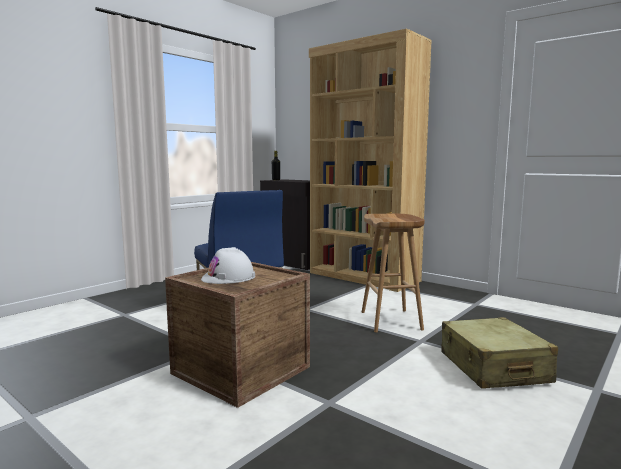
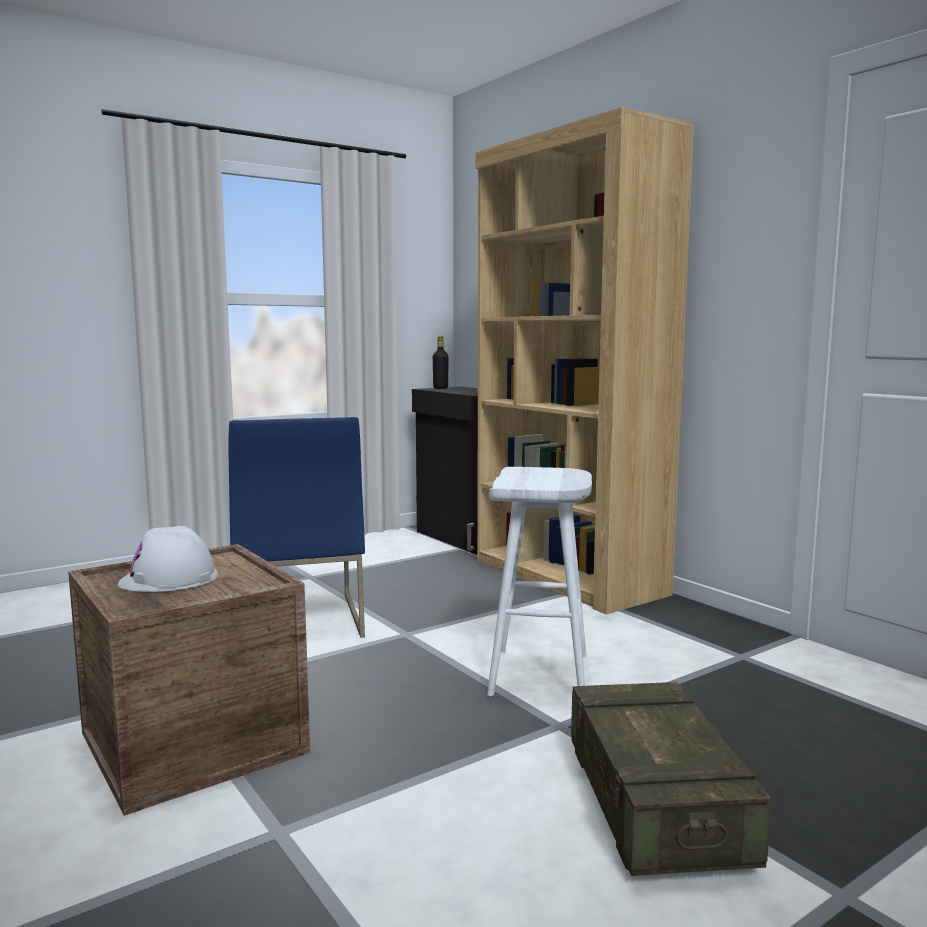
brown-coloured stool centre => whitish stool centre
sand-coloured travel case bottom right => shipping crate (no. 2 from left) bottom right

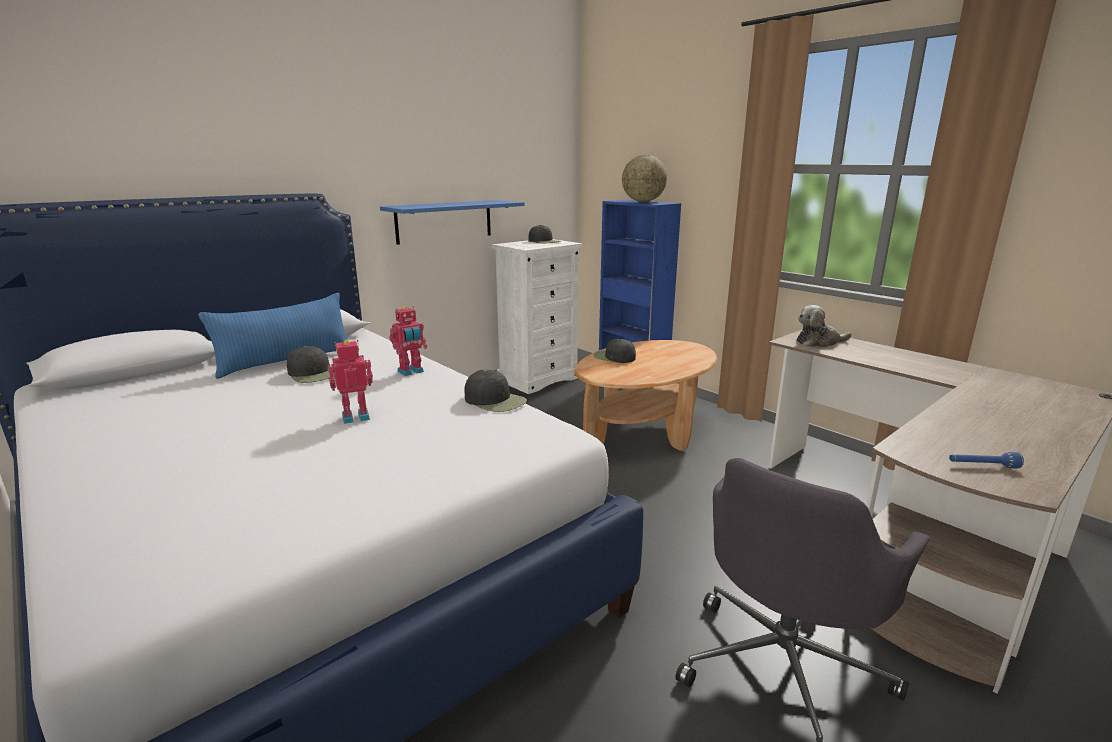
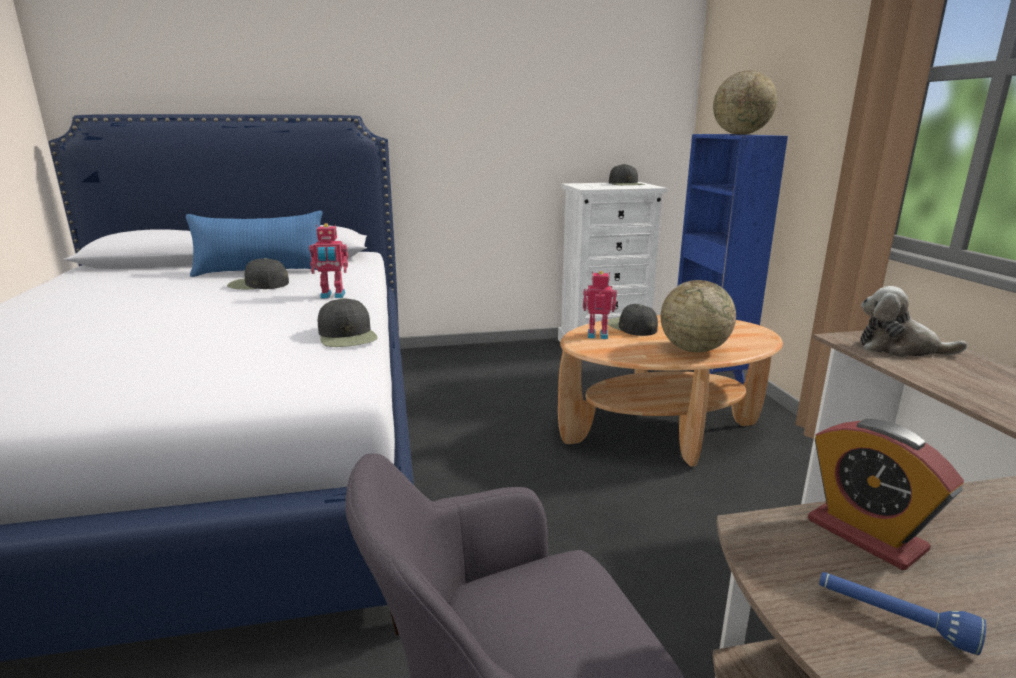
blackish baseball cap (no. 1 from left) middle left, 105 degrees clockwise
model robot (no. 1 from left in the first image) middle left => model robot (no. 2 from left) centre, shifted
bluish shelf top centre => nothing
nothing => world globe (no. 1 from left) middle right
nothing => bedside clock bottom right

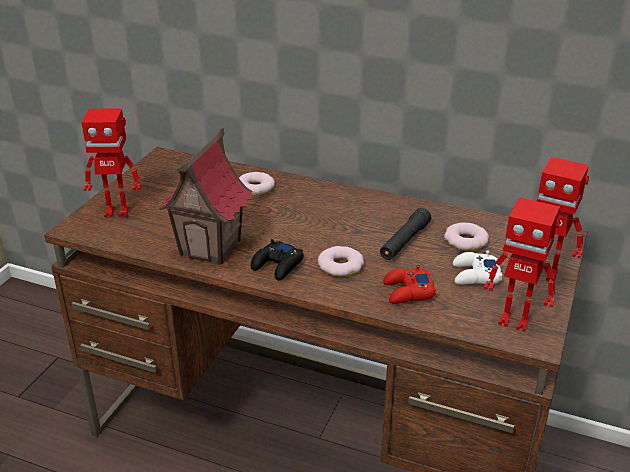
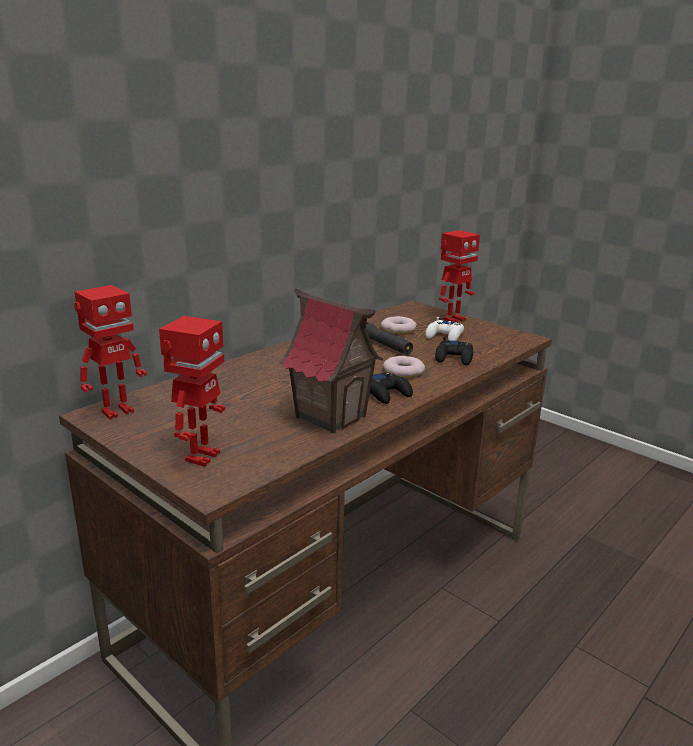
donut (no. 1 from left) centre => nothing
red game controller centre => blackish game controller (no. 2 from left) centre
model robot (no. 2 from left in the first image) middle right => model robot (no. 1 from left) middle left, shifted

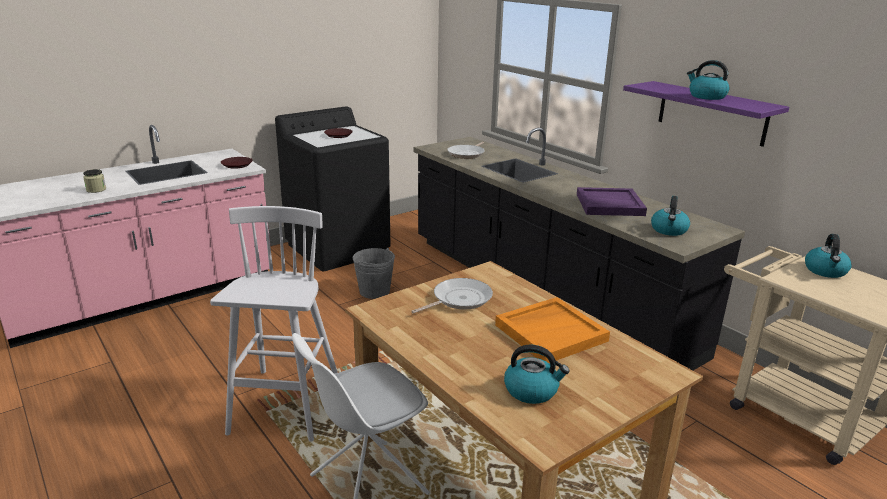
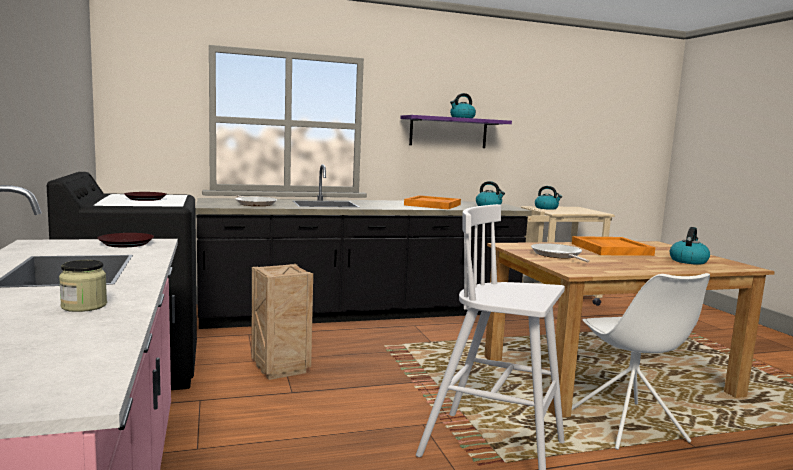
grey pail centre => shipping crate bottom centre
purplish serving tray middle right => orange serving tray (no. 1 from left) centre

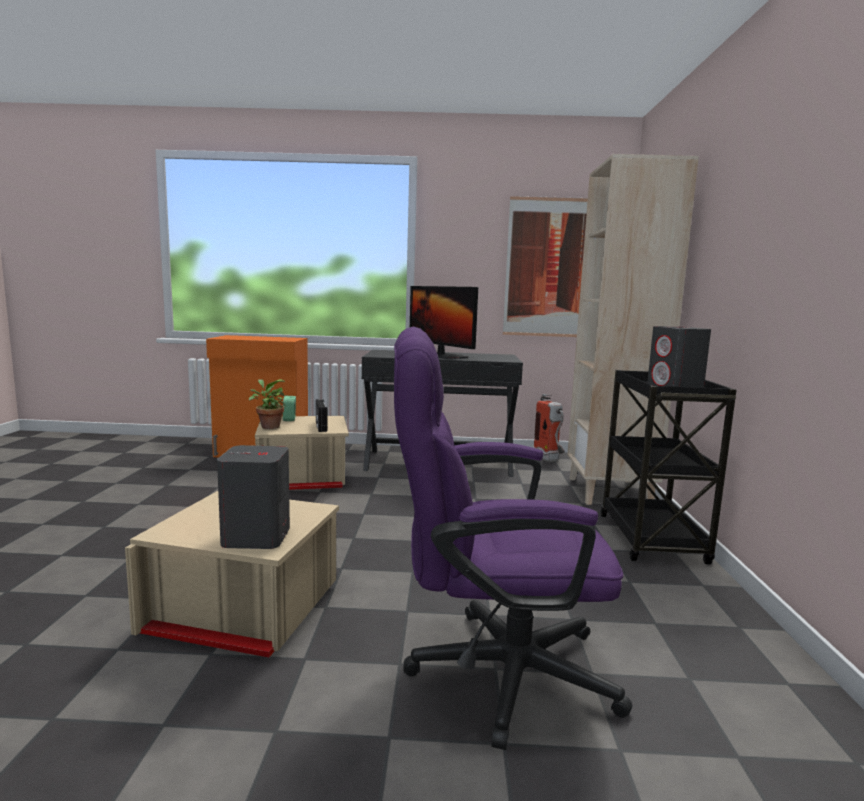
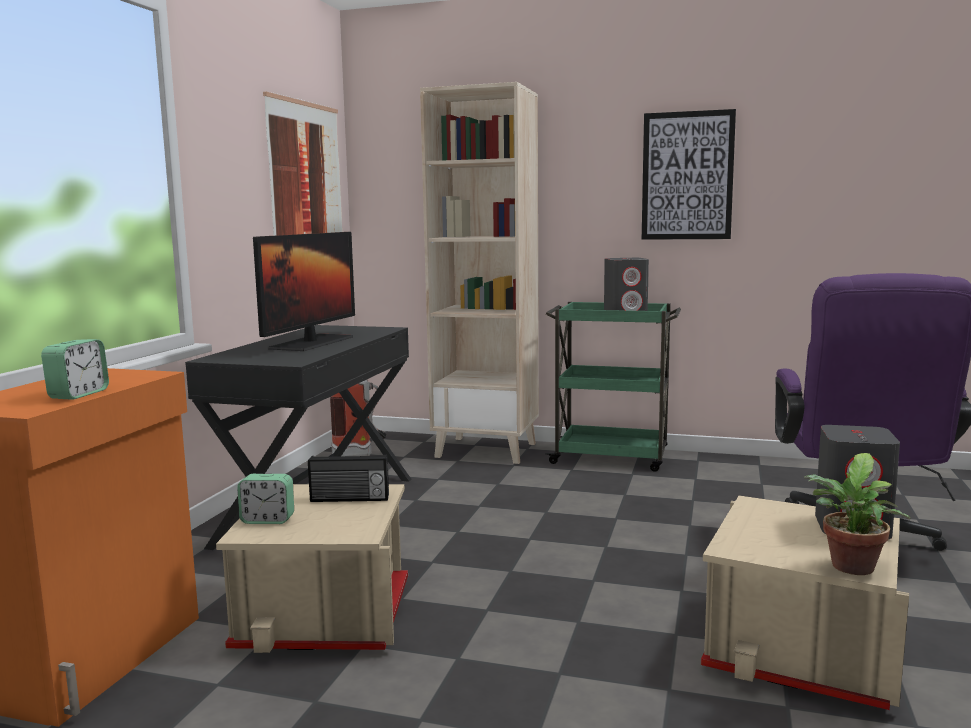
potted plant middle left => potted plant bottom right, shifted
monitor centre => monitor middle left, 45 degrees counterclockwise
blackish wheeled cart middle right => greenish wheeled cart centre
nothing => bedside clock (no. 1 from left) middle left
nothing => wall picture (no. 2 from left) top right

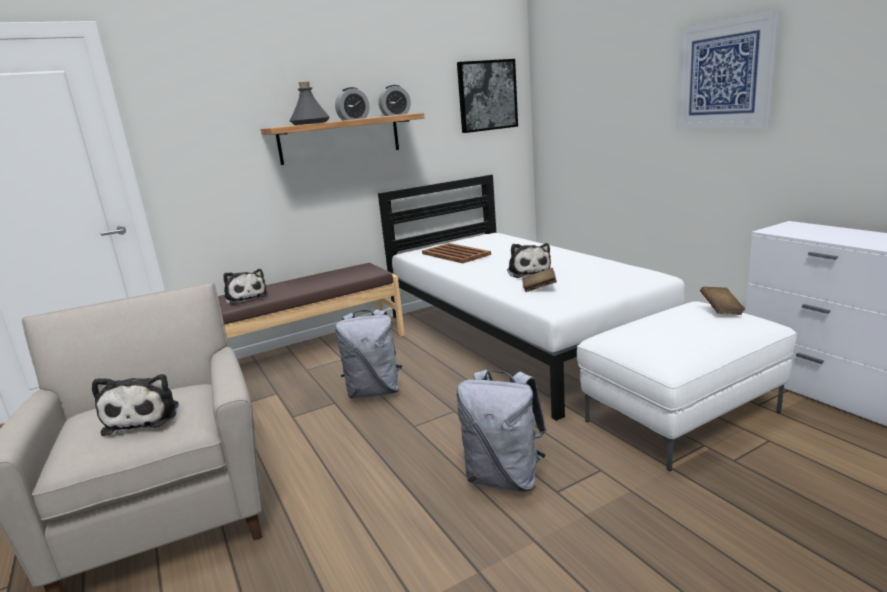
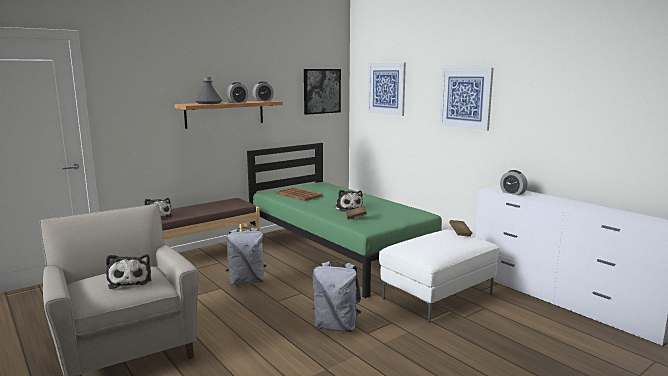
whitish bedroom bed centre => greenish bedroom bed centre
nothing => wall picture (no. 2 from left) top centre
nothing => bedside clock (no. 3 from left) middle right

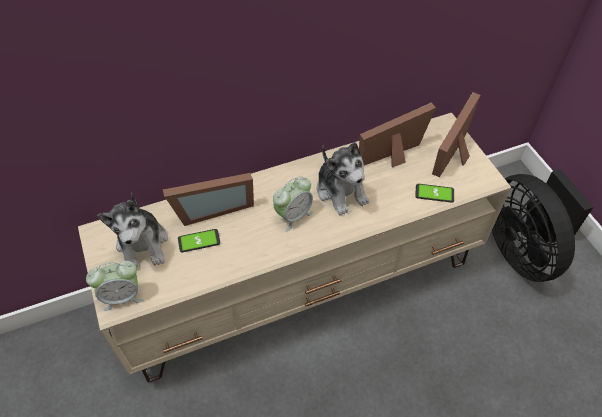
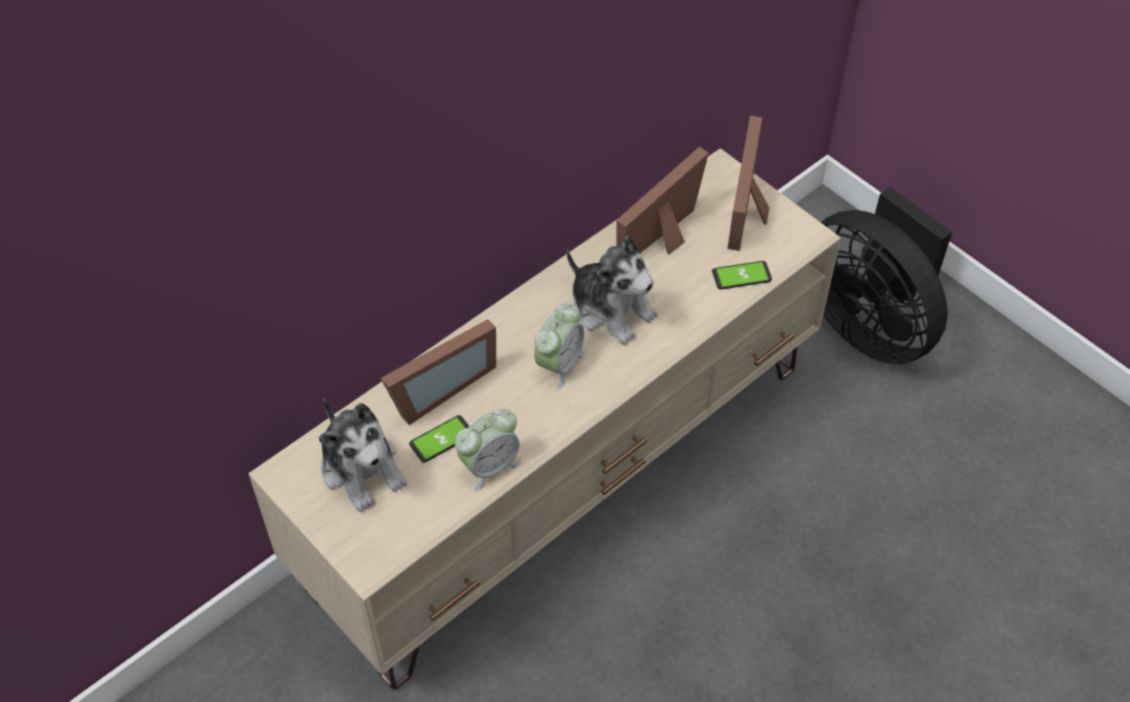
bedside clock (no. 1 from left) bottom left => bedside clock (no. 1 from left) centre, shifted

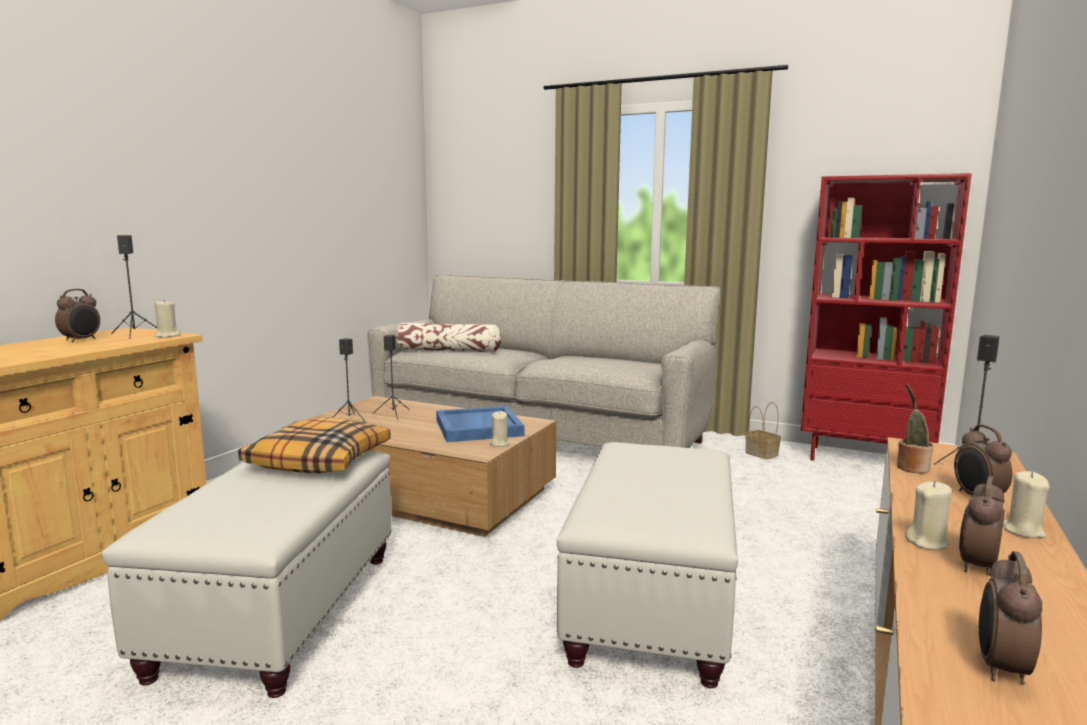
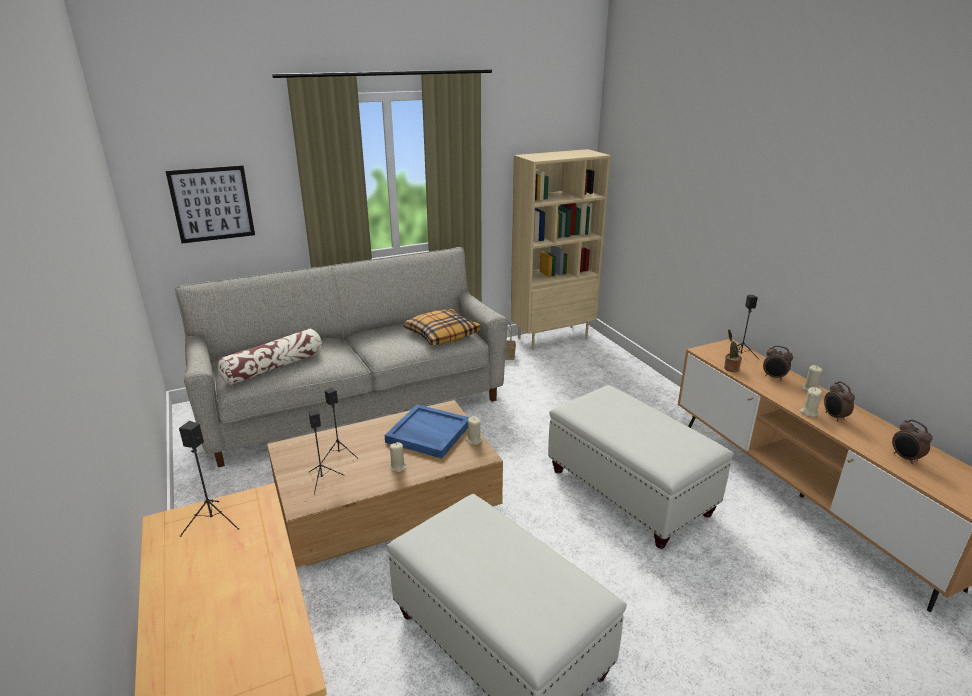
bedside clock (no. 1 from left) middle left => nothing
sand-coloured wax light (no. 1 from left) middle left => sand-coloured wax light (no. 1 from left) centre, shifted
throw pillow (no. 1 from left in the first image) middle left => throw pillow (no. 2 from left) centre, shifted
red bookshelf middle right => sand-coloured bookshelf centre
nothing => wall picture top left

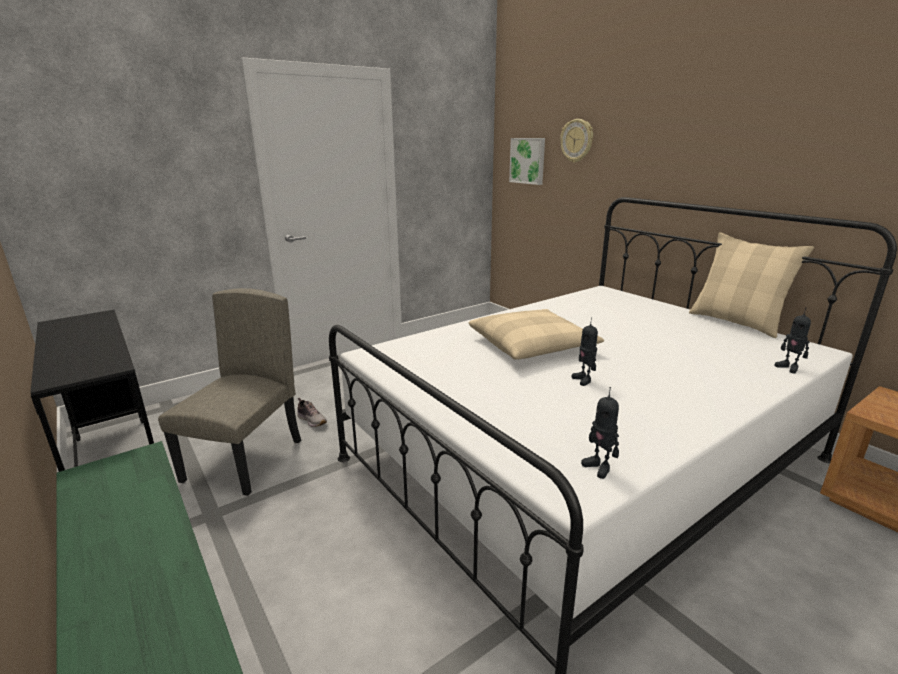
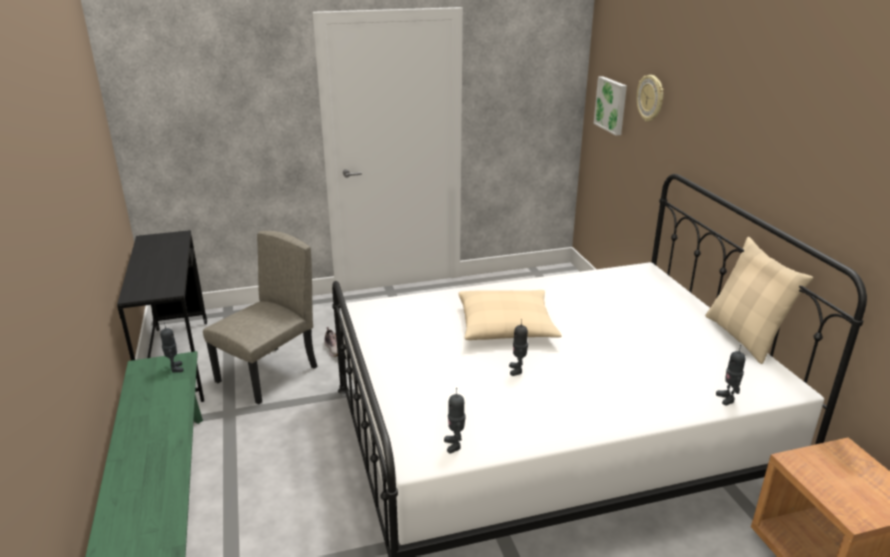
nothing => model robot (no. 1 from left) middle left

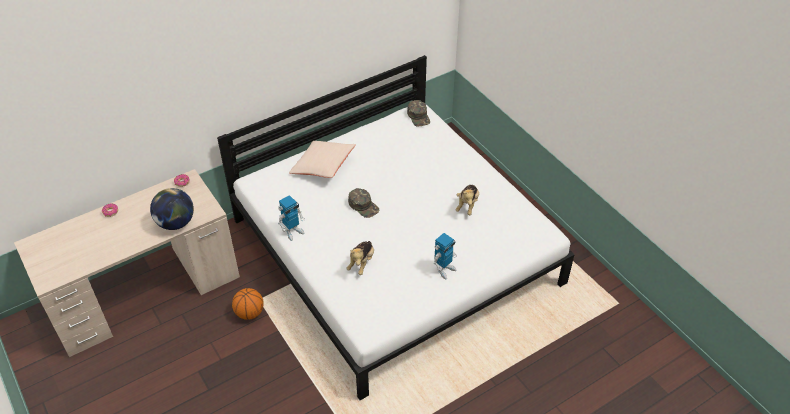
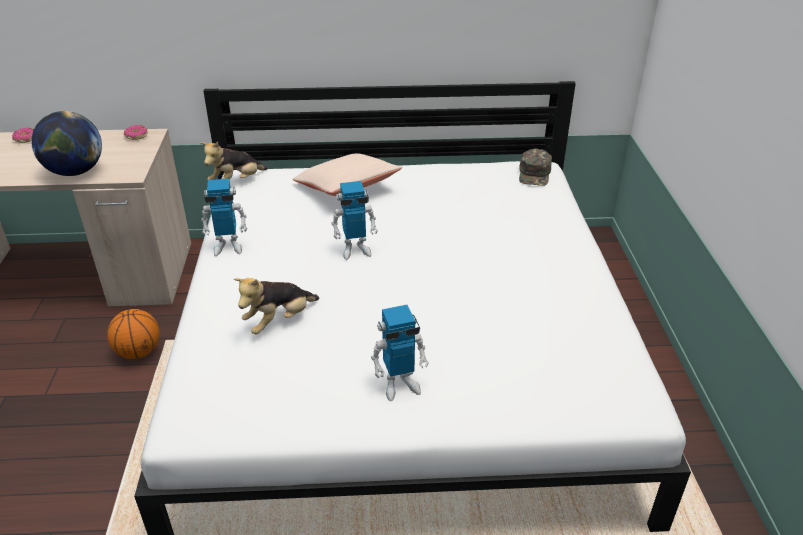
greenish baseball cap (no. 1 from left) centre => model robot (no. 2 from left) centre
soft toy (no. 2 from left in the first image) centre => soft toy (no. 1 from left) top left, shifted

